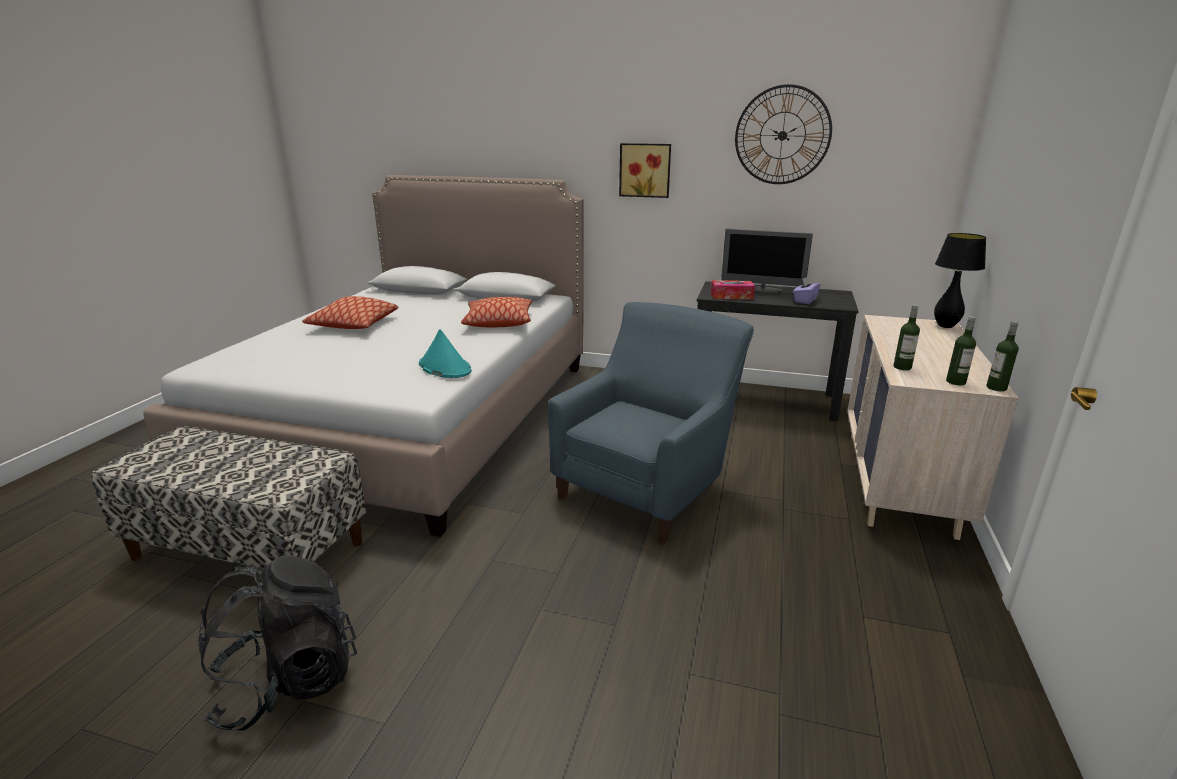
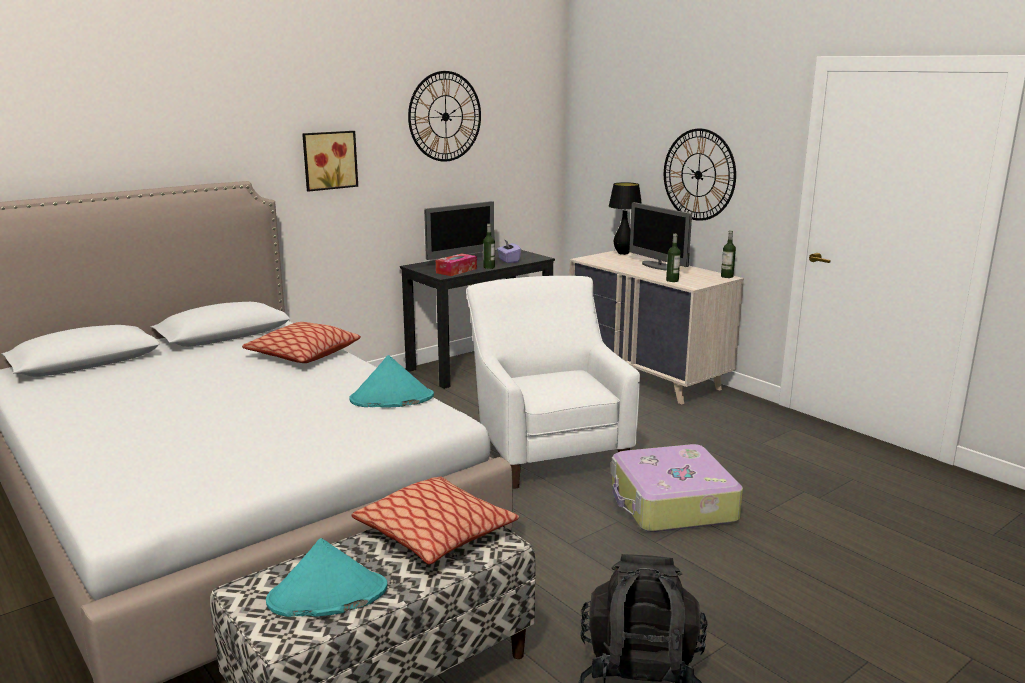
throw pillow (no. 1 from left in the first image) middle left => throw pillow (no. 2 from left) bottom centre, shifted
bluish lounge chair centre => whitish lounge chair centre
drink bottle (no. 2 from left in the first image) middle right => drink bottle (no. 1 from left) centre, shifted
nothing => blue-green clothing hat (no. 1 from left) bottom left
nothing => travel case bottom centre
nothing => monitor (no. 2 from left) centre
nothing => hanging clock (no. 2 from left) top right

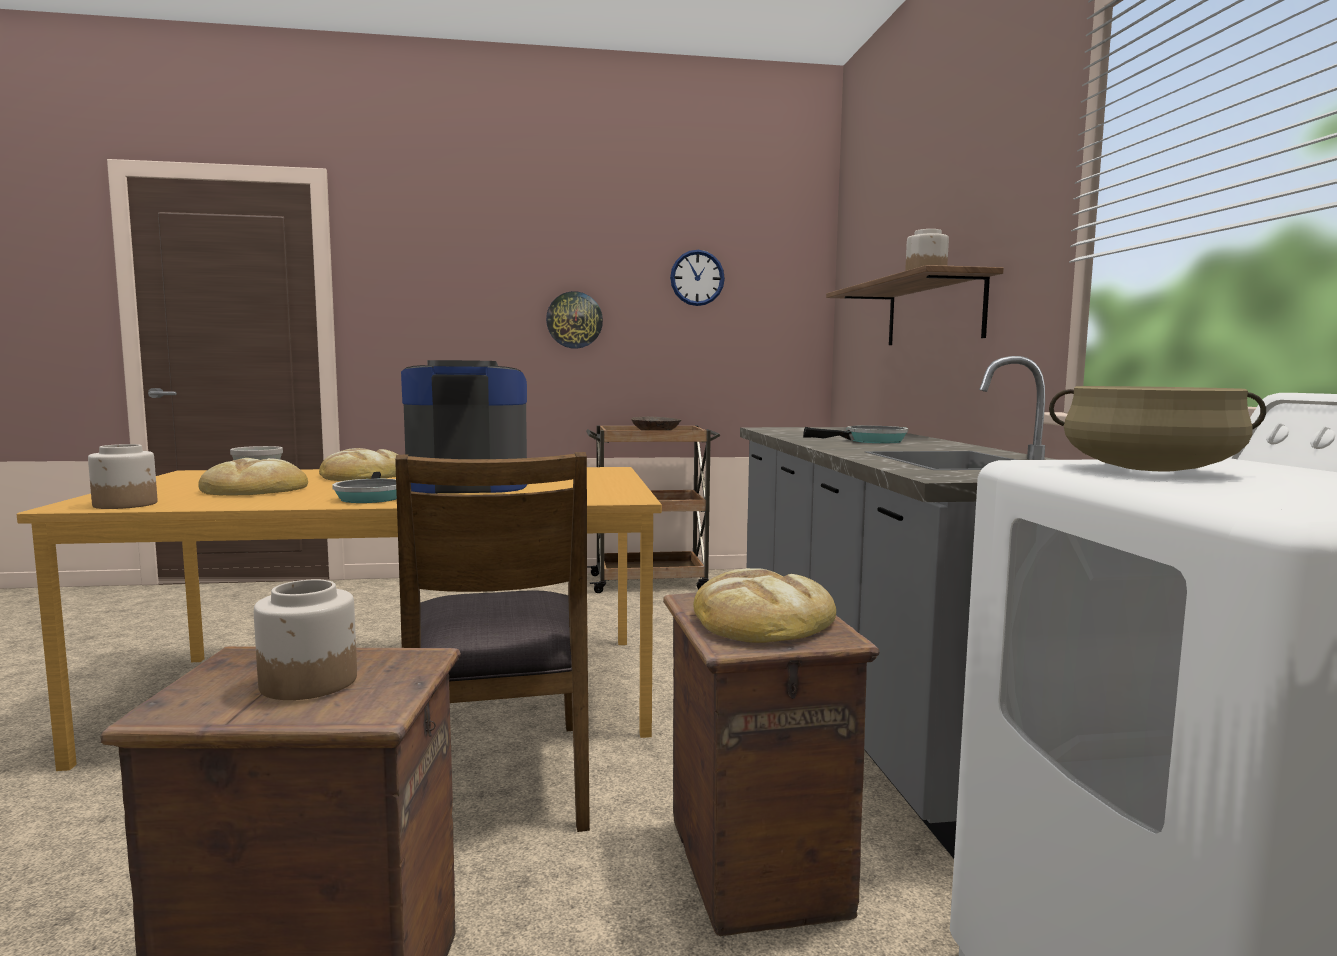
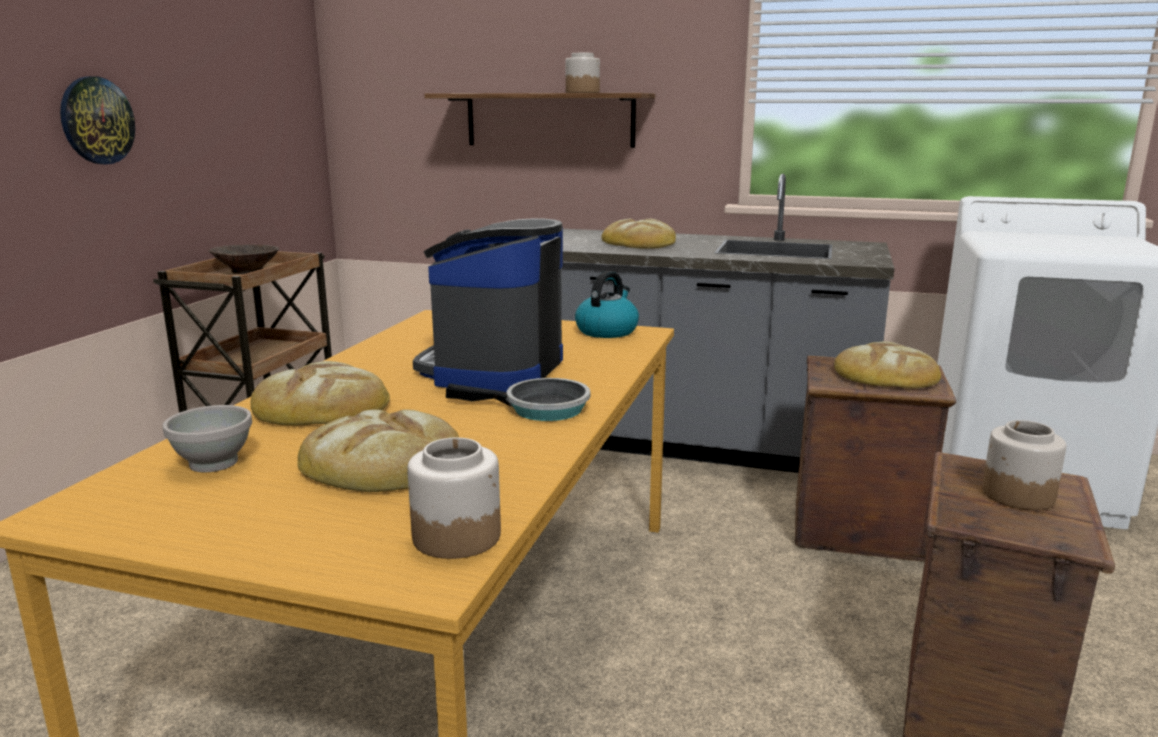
brown-coloured upright chair bottom centre => nothing
hanging clock (no. 2 from left) top centre => nothing
frying pan (no. 2 from left) centre => baked bread (no. 3 from left) top centre
sand-coloured cooking pot middle right => nothing
nothing => tea kettle centre

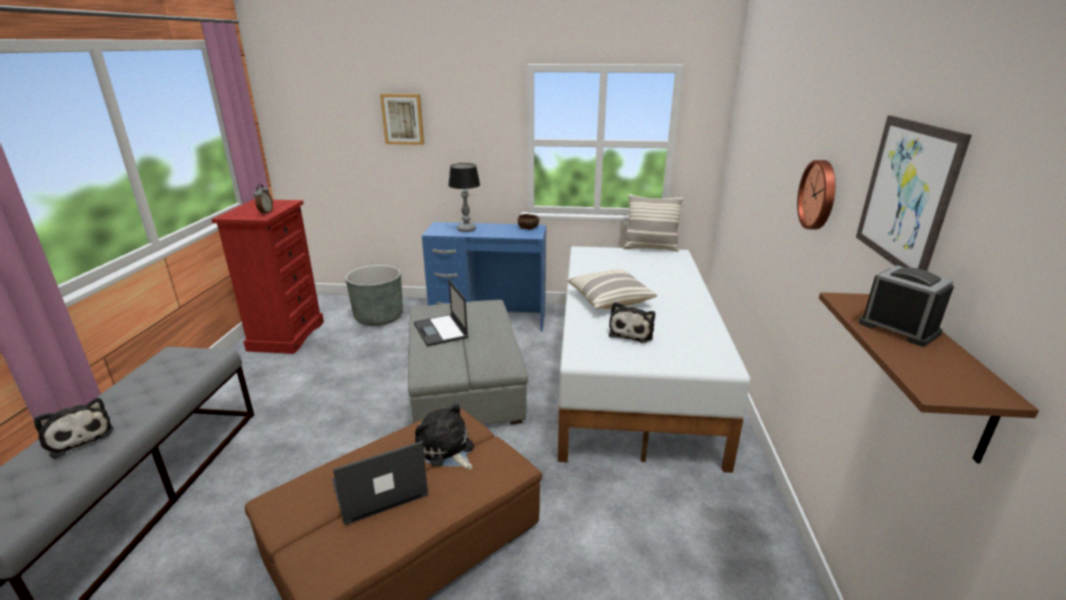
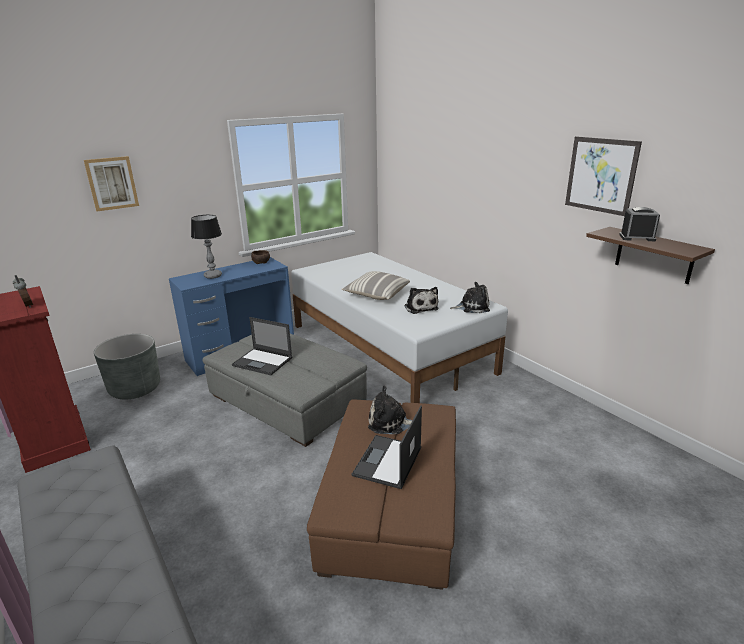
soft toy (no. 1 from left in the first image) bottom left => soft toy (no. 3 from left) centre, shifted
throw pillow (no. 2 from left) centre => nothing
hanging clock top right => nothing

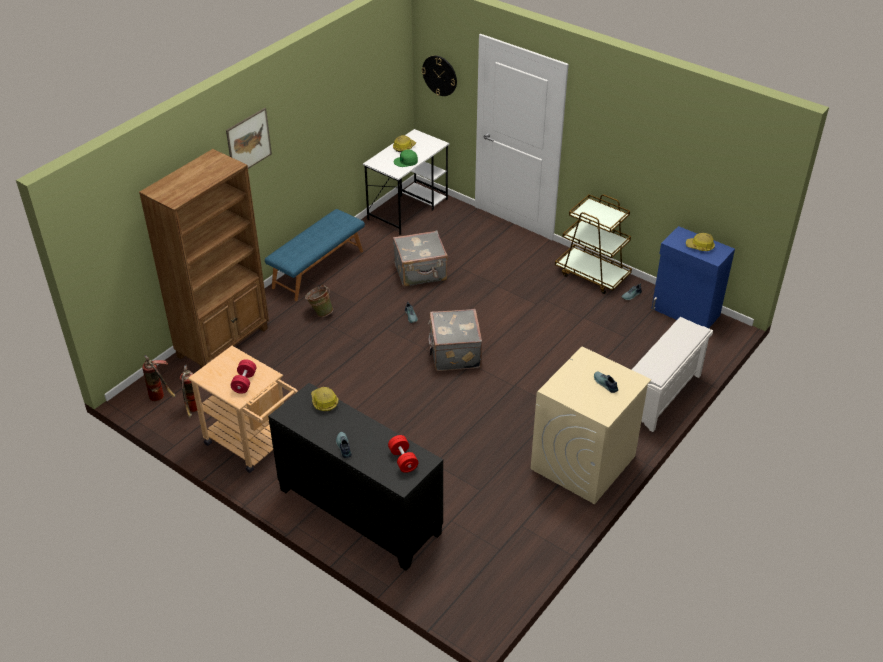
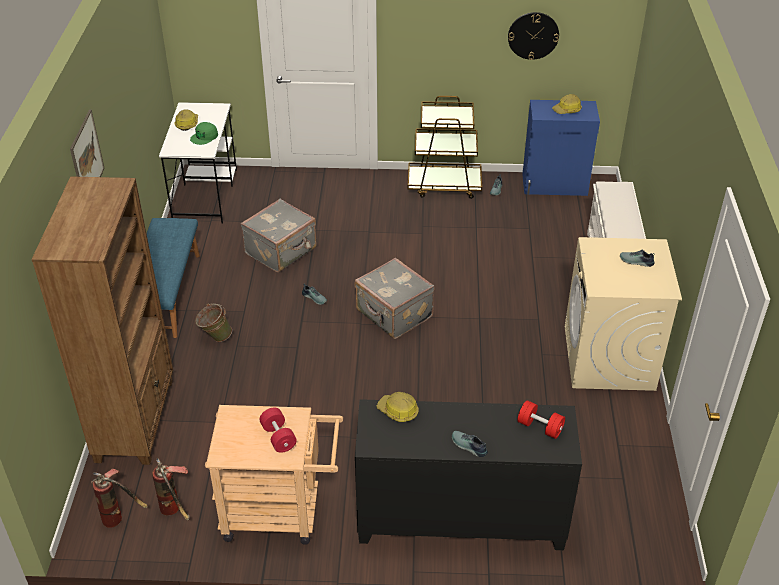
hanging clock top centre => hanging clock top right, shifted

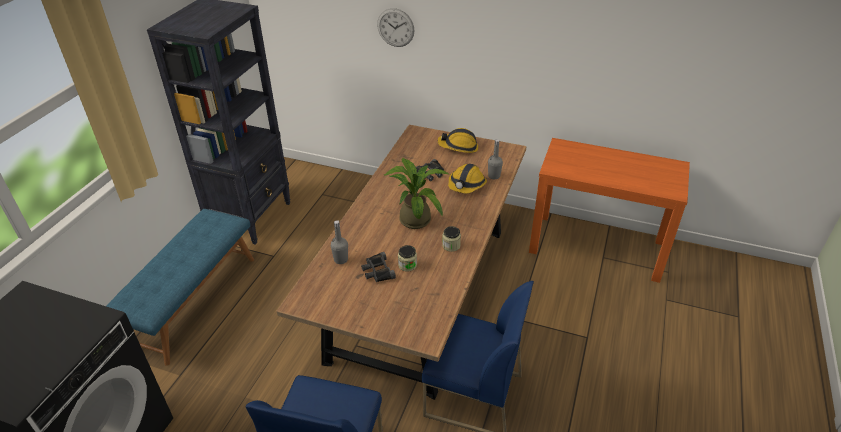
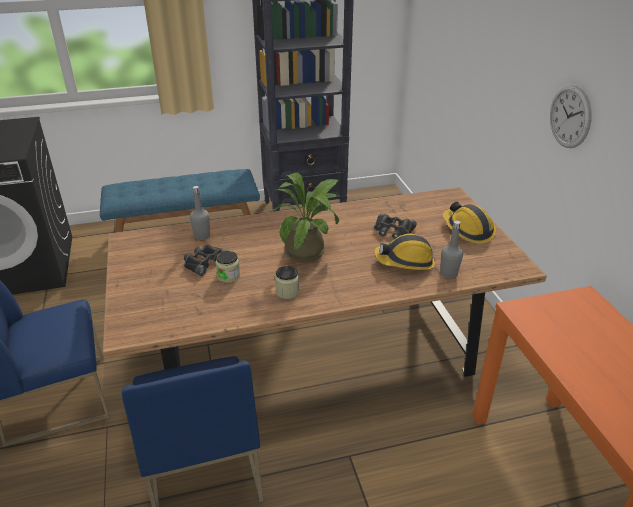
hanging clock top centre => hanging clock top right, shifted

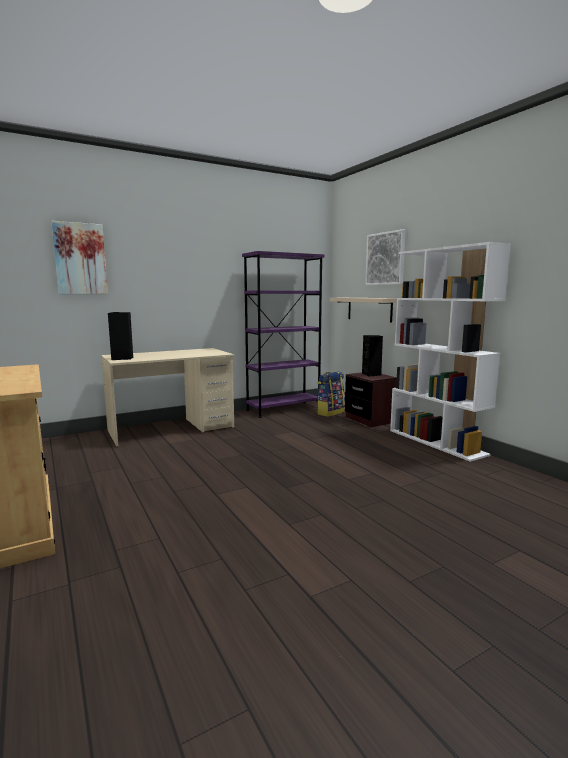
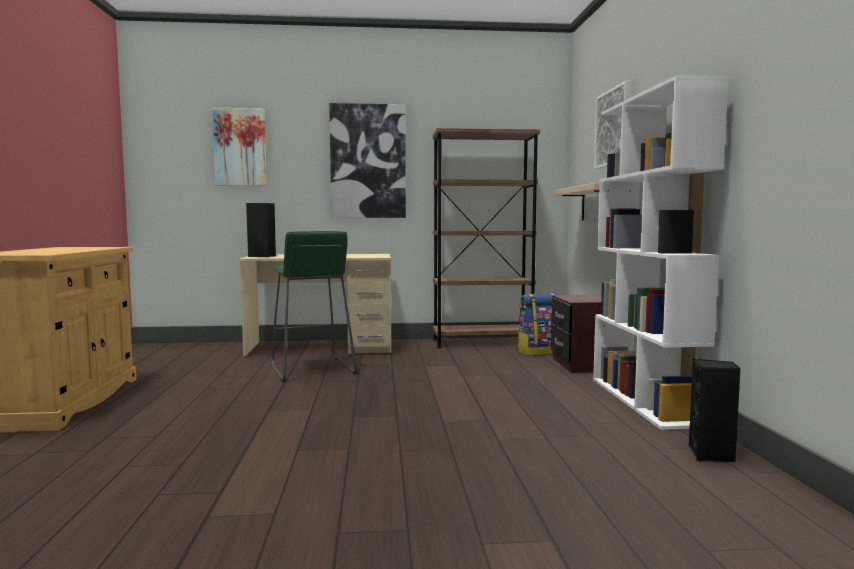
purplish bookshelf centre => brown-coloured bookshelf centre
blackish audio speaker (no. 2 from left) centre => blackish audio speaker (no. 2 from left) bottom right, shifted
nothing => greenish stool centre
nothing => wall picture (no. 2 from left) top centre

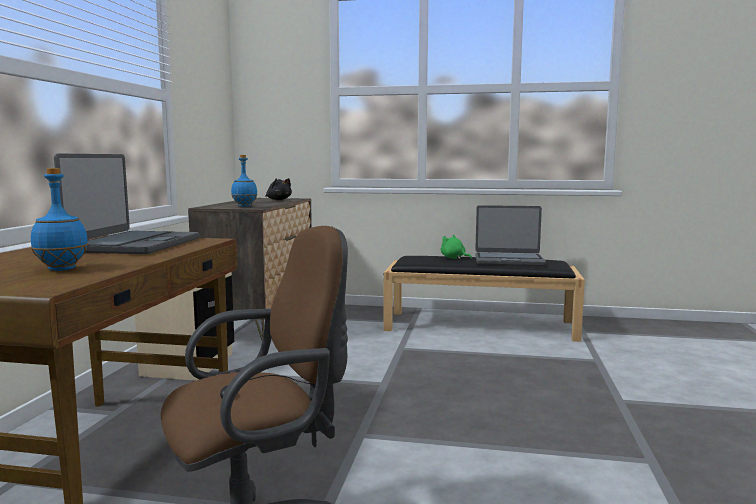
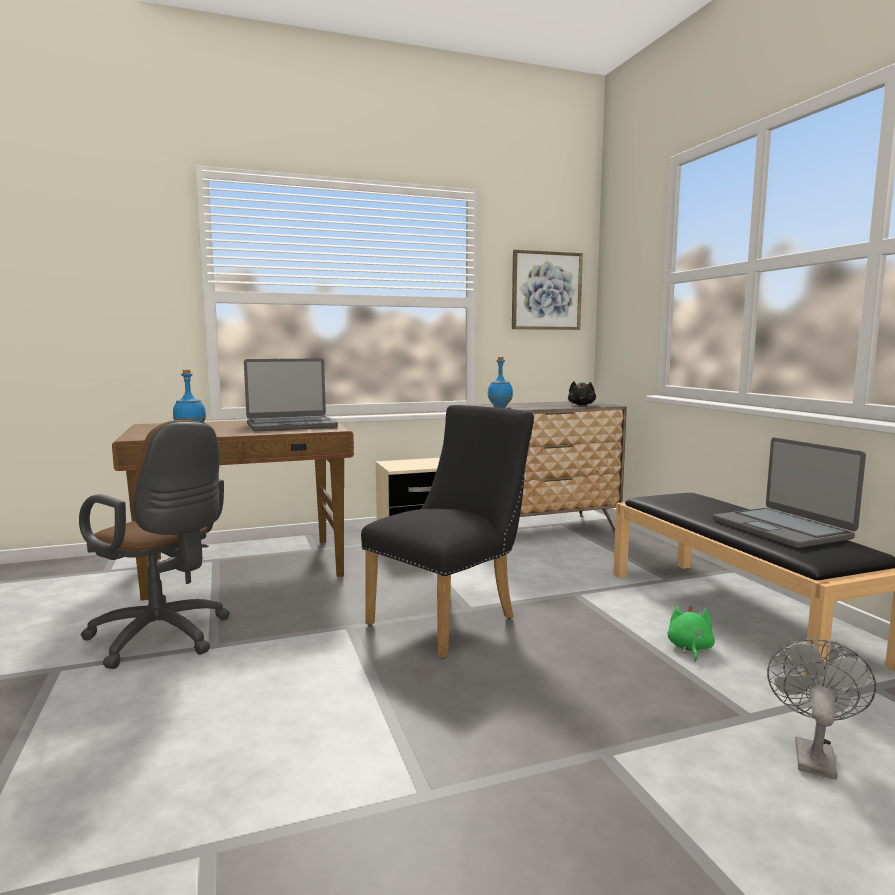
greenish soft toy centre => greenish soft toy bottom right, shifted
nothing => blackish upright chair centre
nothing => wall picture top centre
nothing => grey electric fan bottom right

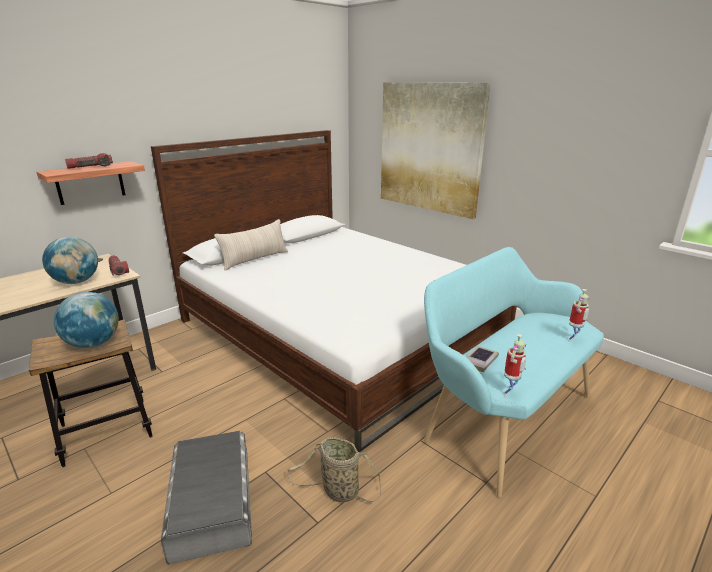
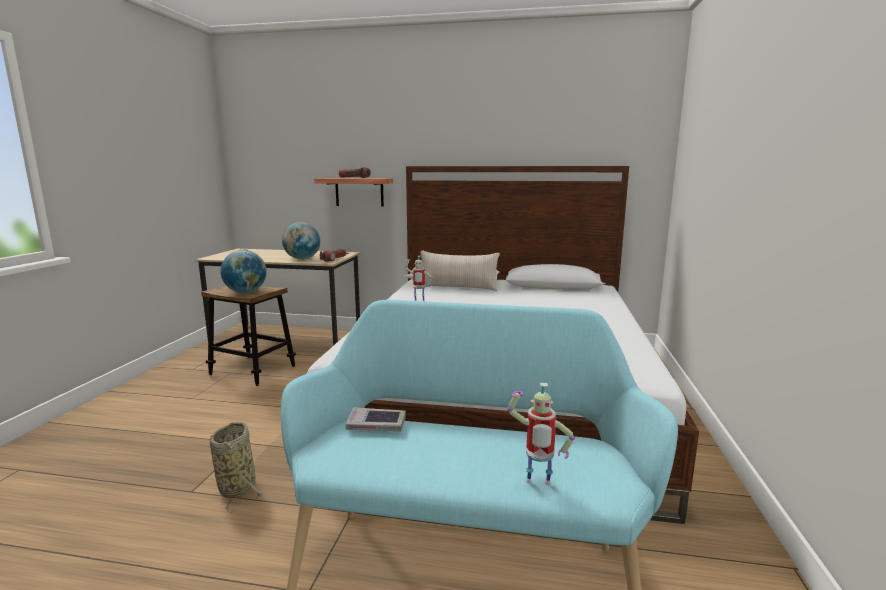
grey storage box bottom left => nothing
wall picture top centre => nothing
model robot (no. 1 from left) middle right => model robot (no. 1 from left) centre, shifted

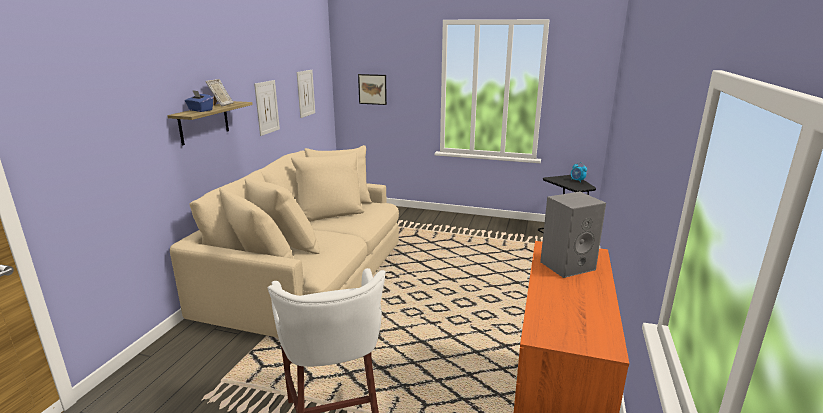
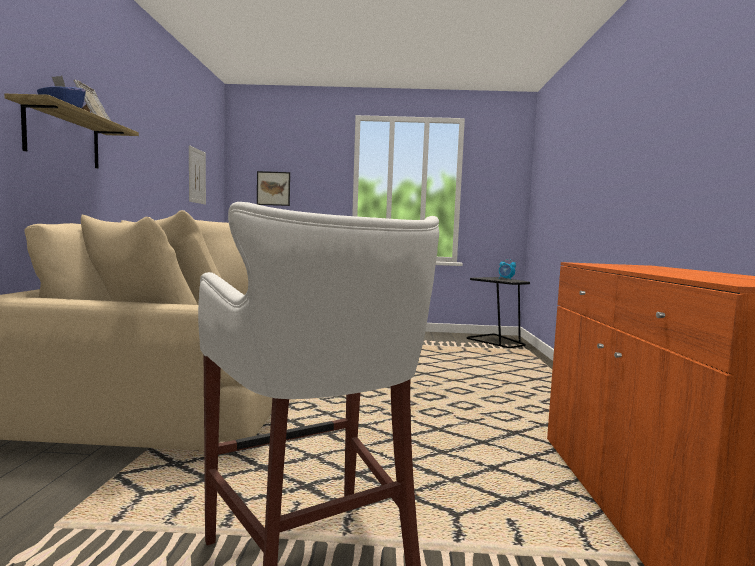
wall picture (no. 1 from left) top left => nothing
grey audio speaker middle right => nothing

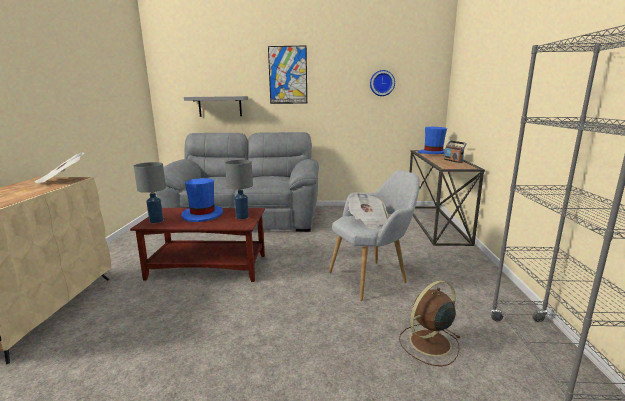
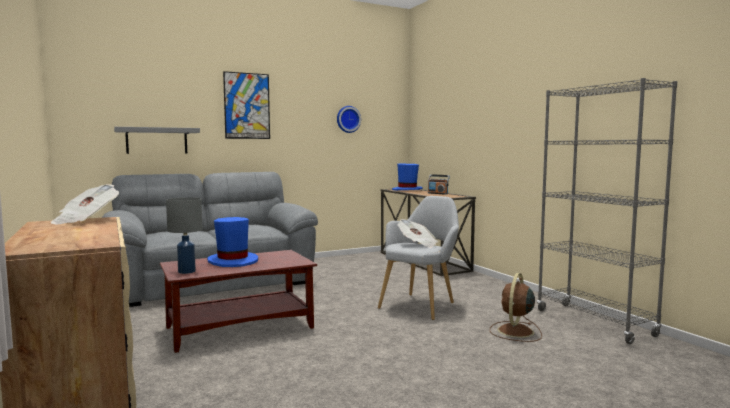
grey table lamp (no. 2 from left) centre => nothing

